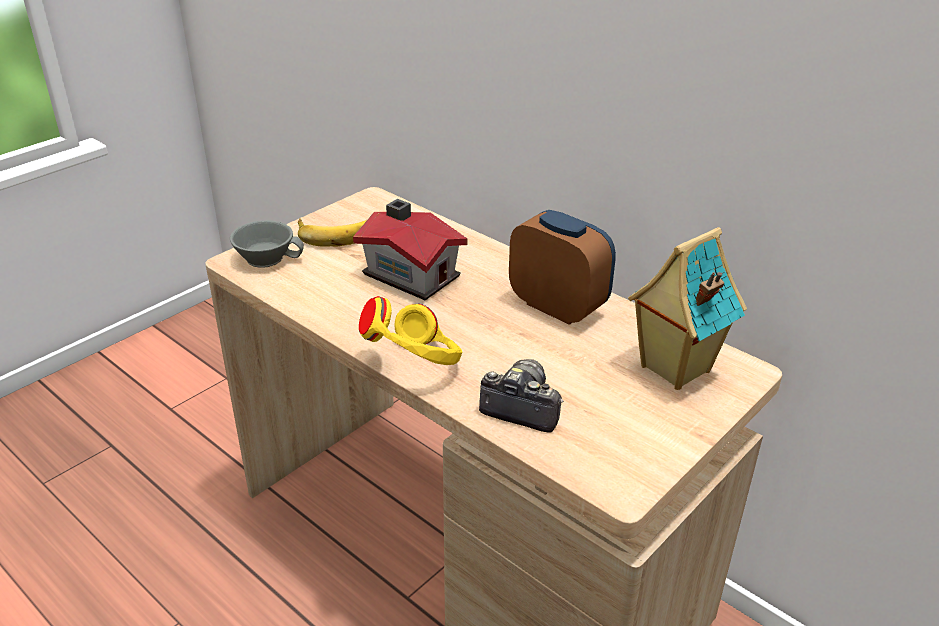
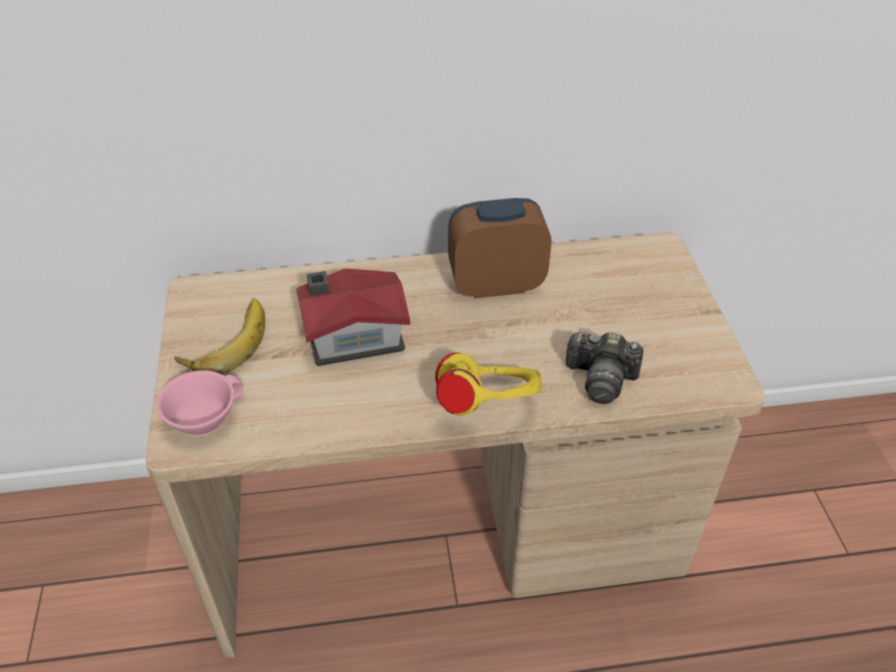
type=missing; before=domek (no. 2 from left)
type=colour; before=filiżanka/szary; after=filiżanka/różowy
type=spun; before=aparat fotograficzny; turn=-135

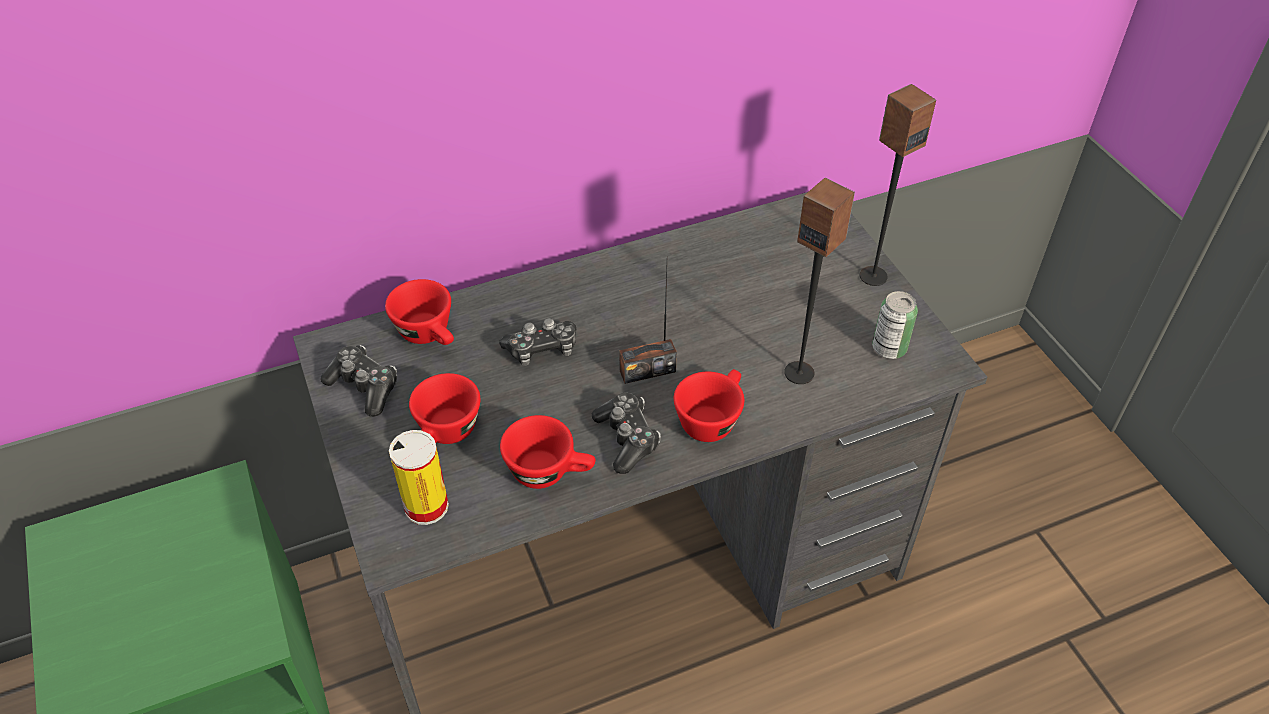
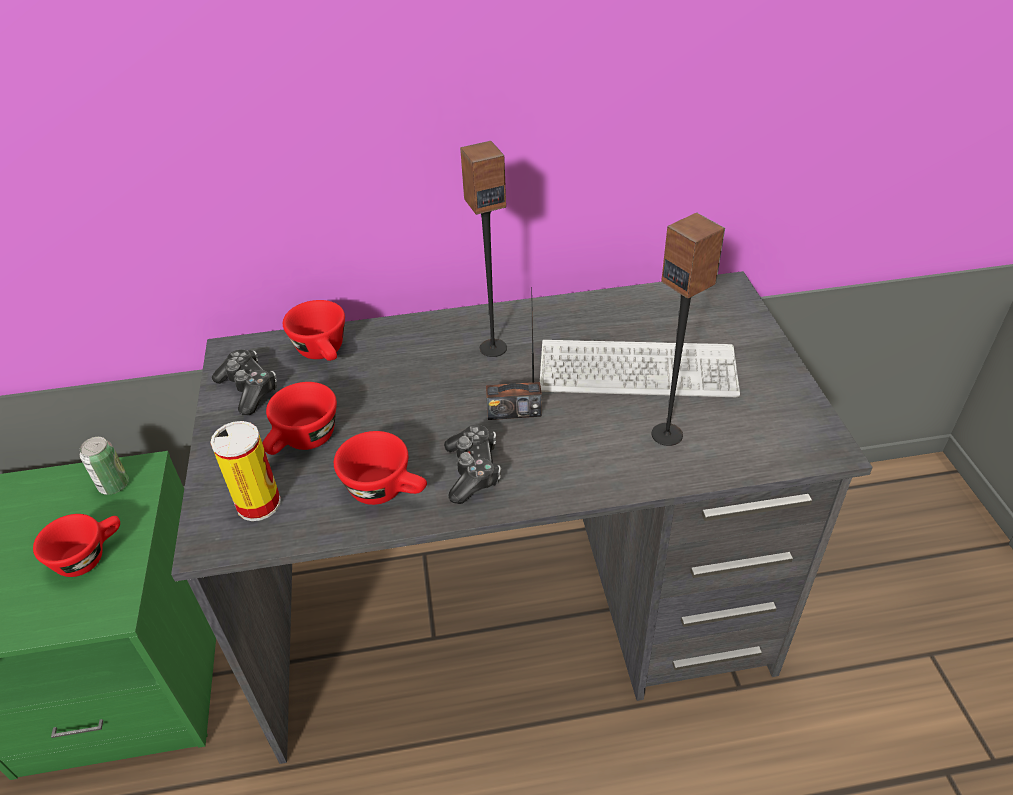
type=missing; before=pad do gier (no. 2 from left)
type=appeared; after=klawiatura
type=relocated; before=filiżanka/czerwony (no. 4 from left in the first image); after=filiżanka/czerwony (no. 1 from left)
type=relocated; before=głośnik (no. 2 from left in the first image); after=głośnik (no. 1 from left)
type=relocated; before=puszka (no. 2 from left in the first image); after=puszka (no. 1 from left)

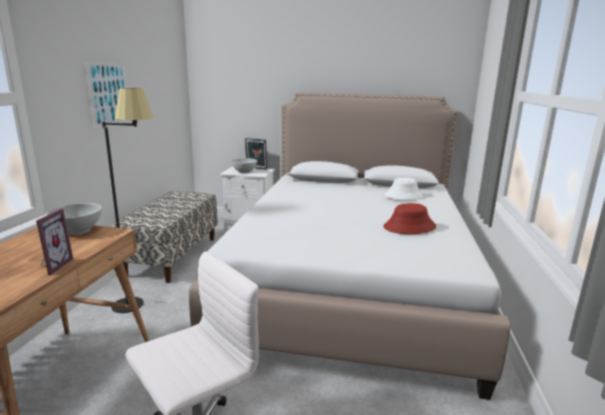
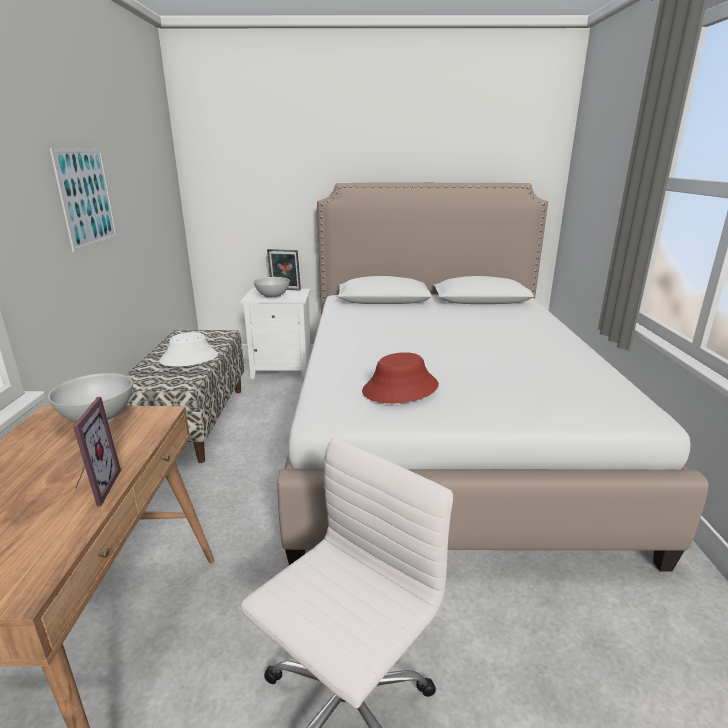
type=missing; before=lampa stojąca/czarny
type=relocated; before=kapelusz/czerwony
type=relocated; before=kapelusz/biały

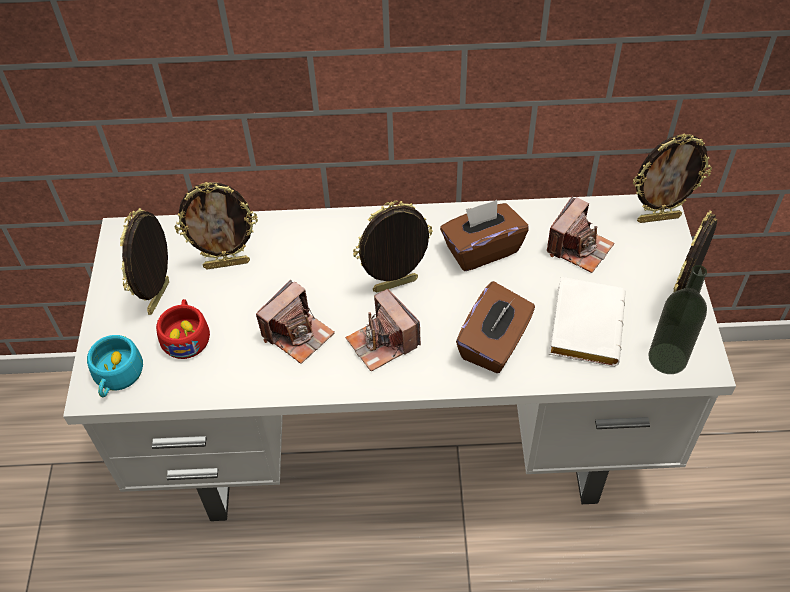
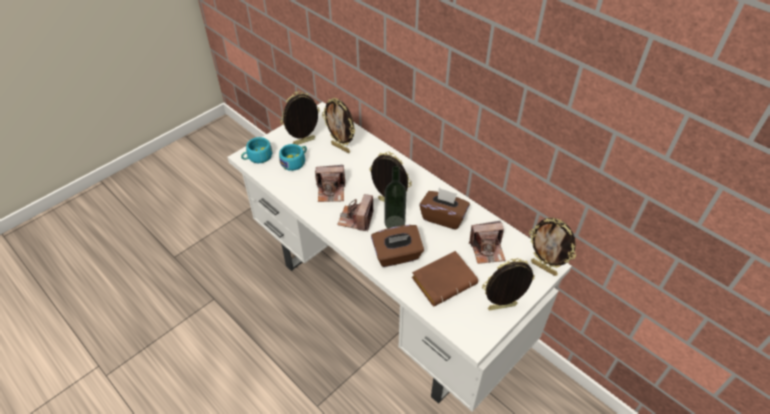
type=relocated; before=butelka
type=colour; before=filiżanka/czerwony; after=filiżanka/turkusowy (no. 2 from left)
type=colour; before=książka/biały; after=książka/brązowy

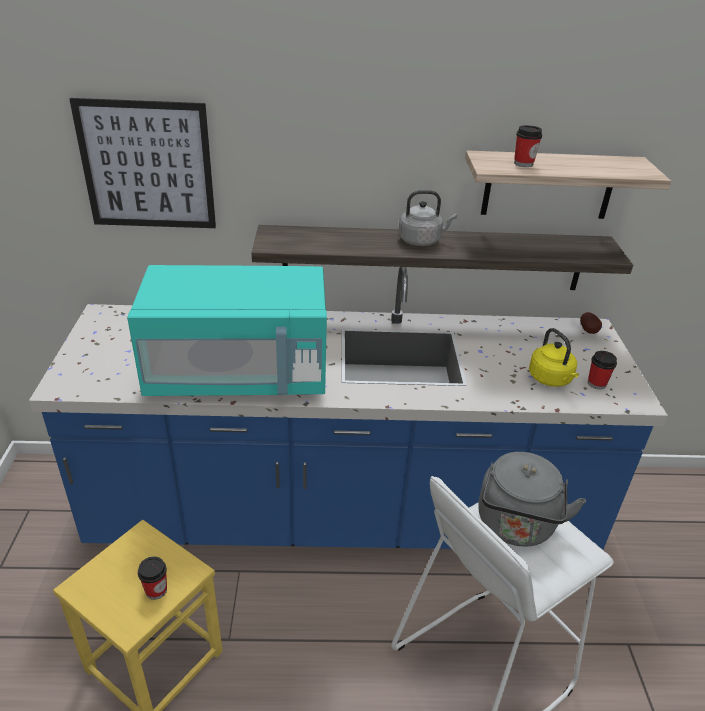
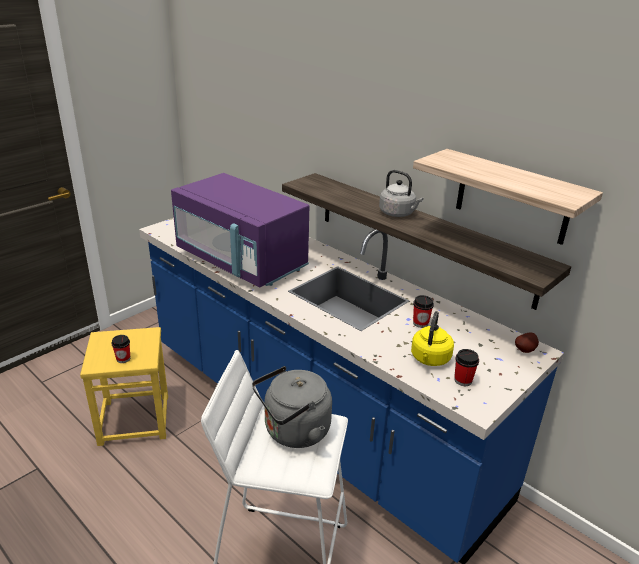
type=missing; before=obraz
type=relocated; before=filiżanka (no. 2 from left)
type=colour; before=mikrofalówka/turkusowy; after=mikrofalówka/fioletowy

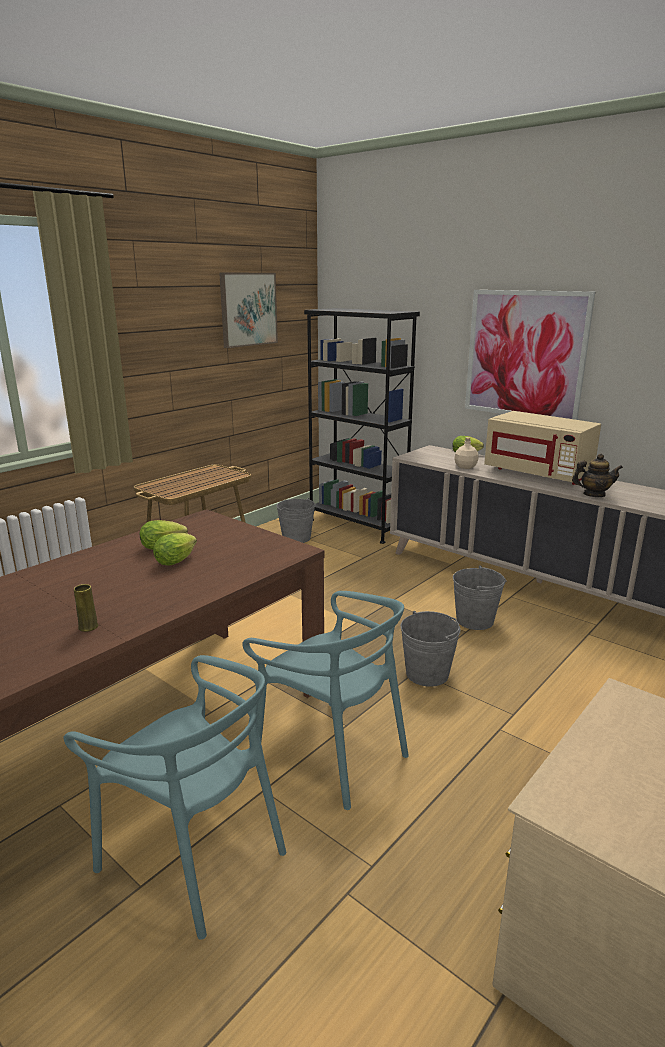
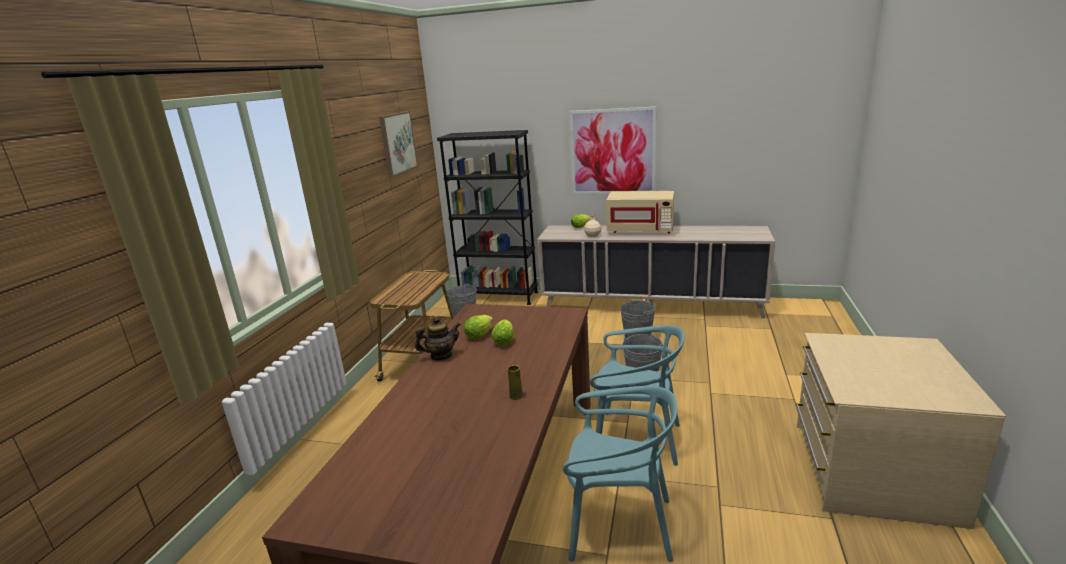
type=relocated; before=imbryk

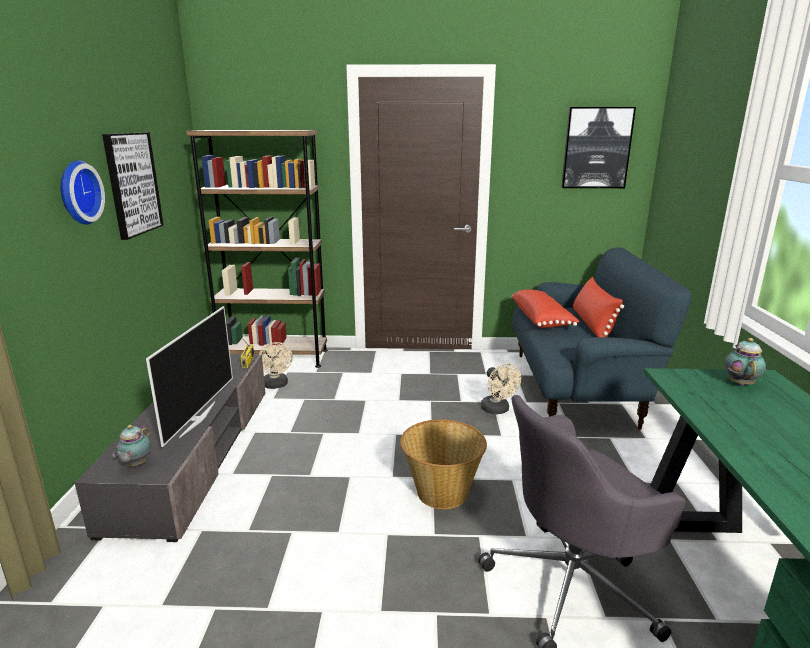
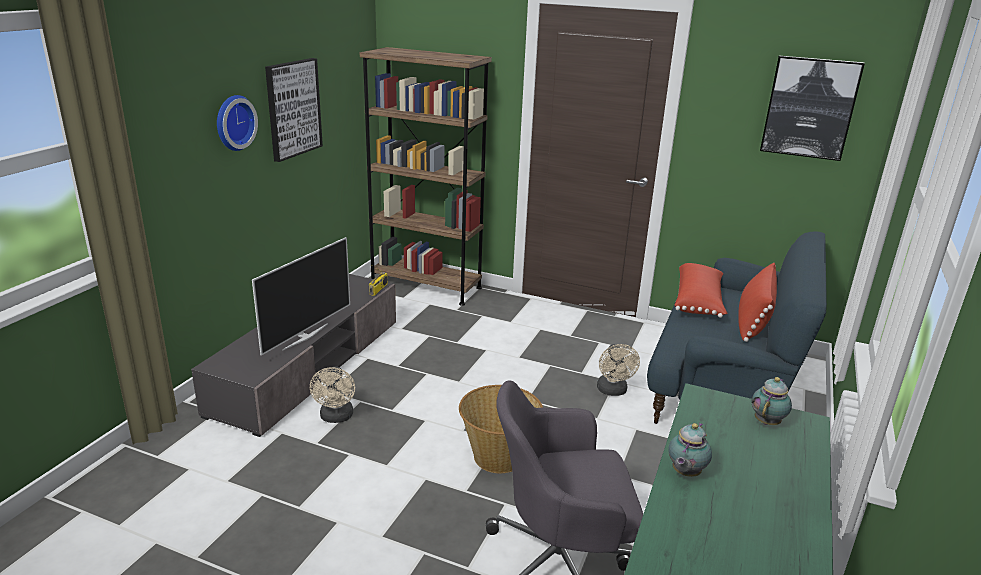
type=relocated; before=imbryk (no. 1 from left)
type=relocated; before=wentylator/beżowy (no. 1 from left)

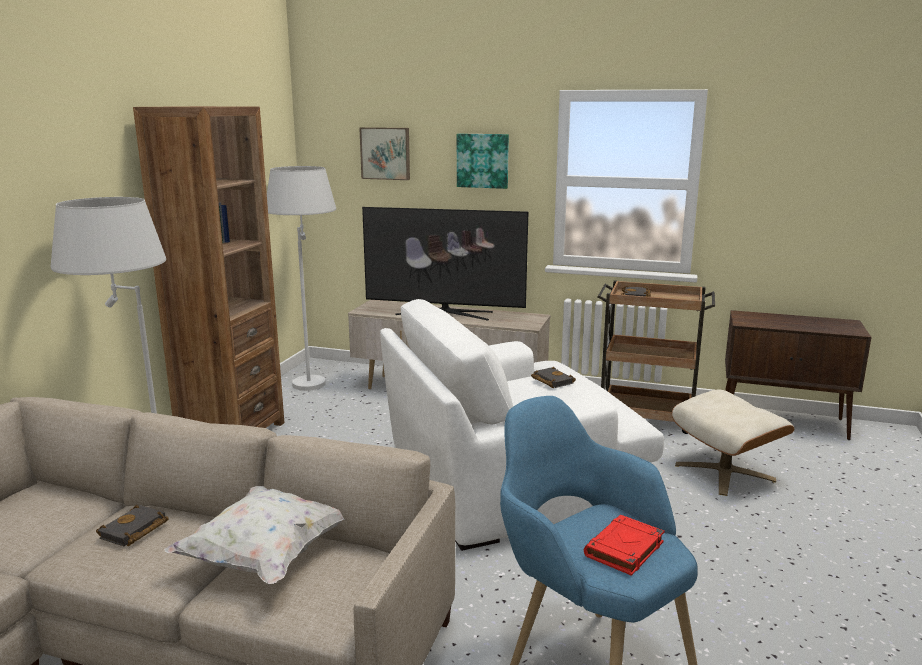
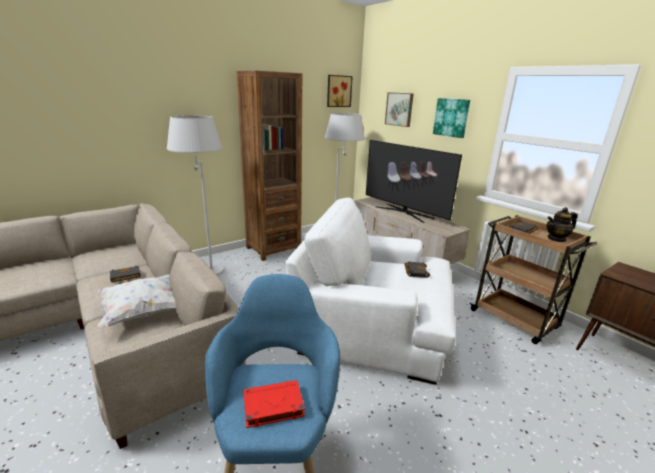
type=missing; before=pufa/beżowy
type=appeared; after=obraz (no. 1 from left)
type=appeared; after=imbryk

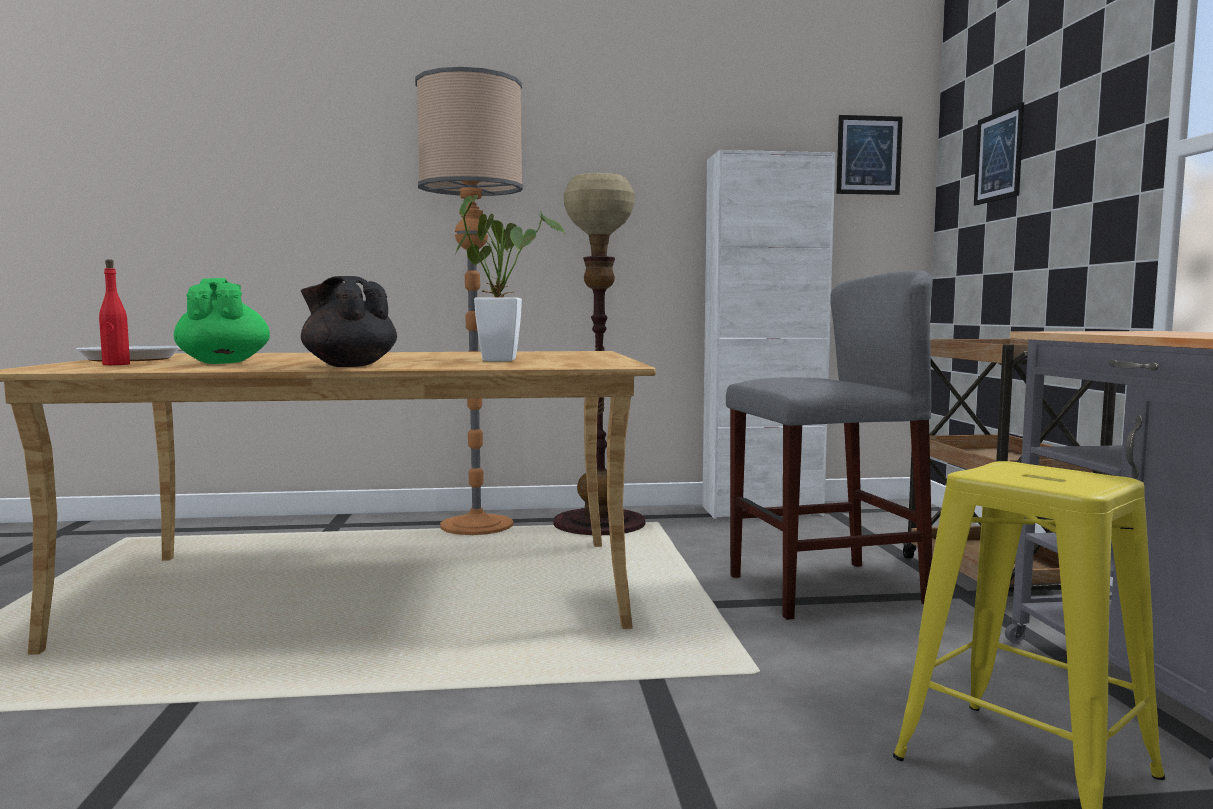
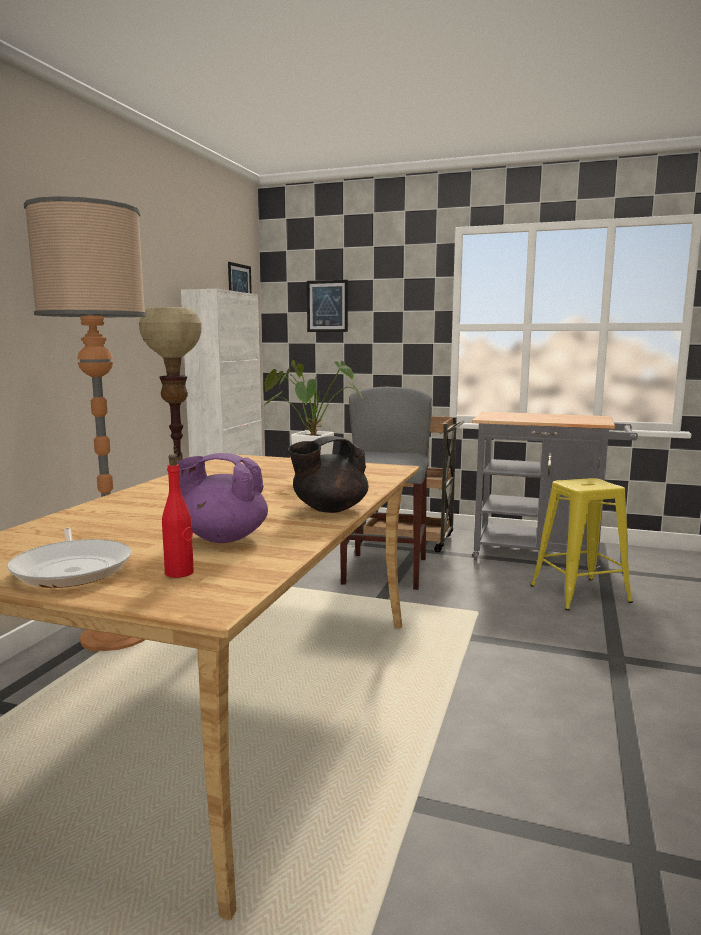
type=colour; before=imbryk/zielony; after=imbryk/fioletowy

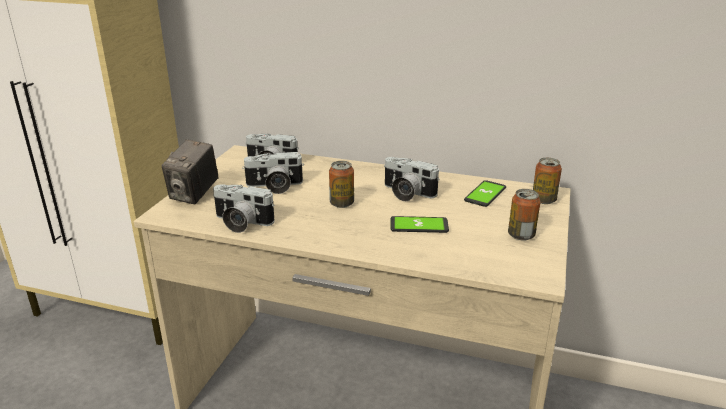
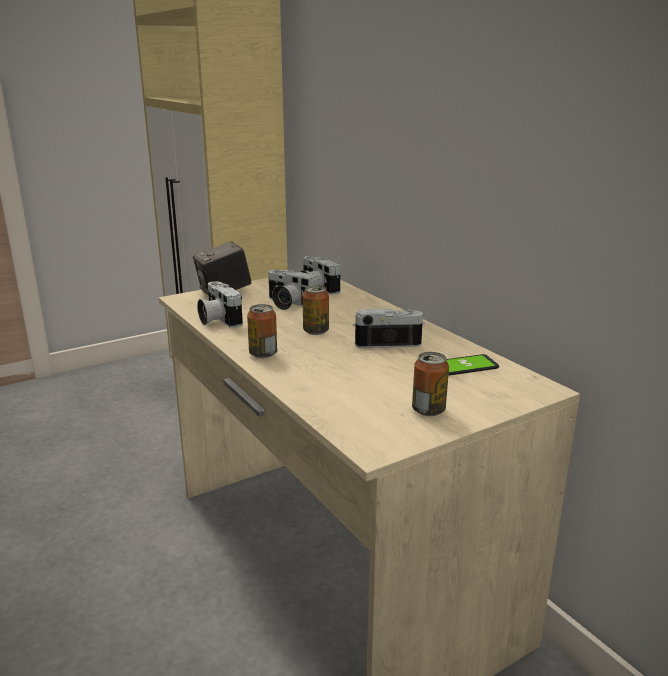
type=missing; before=telefon (no. 1 from left)
type=relocated; before=puszka (no. 3 from left in the first image); after=puszka (no. 1 from left)
type=spun; before=aparat fotograficzny (no. 5 from left); turn=105

